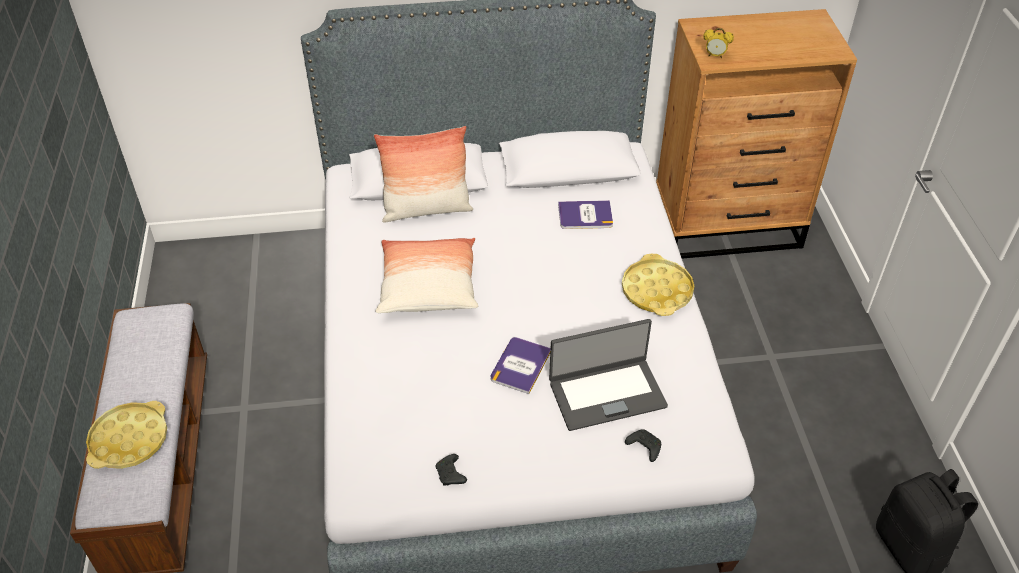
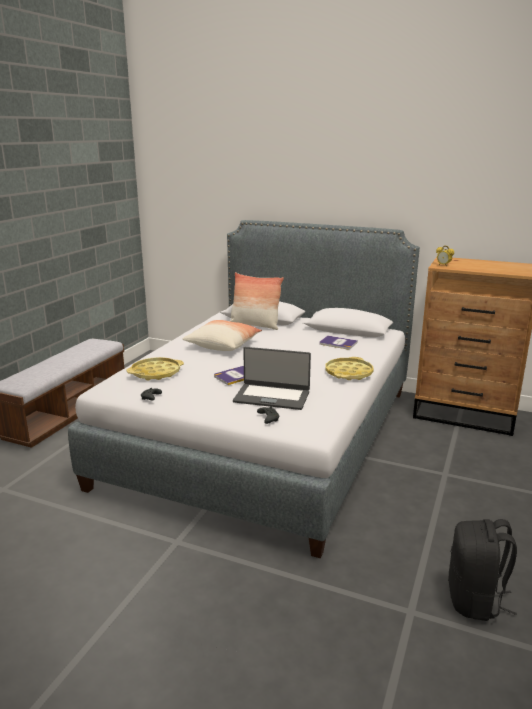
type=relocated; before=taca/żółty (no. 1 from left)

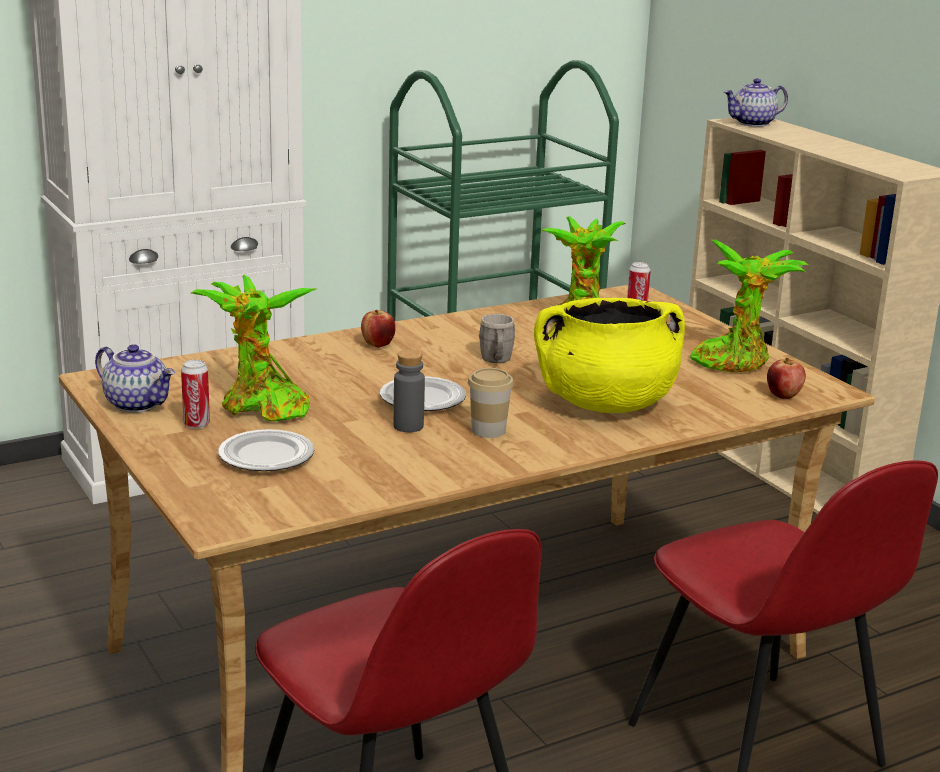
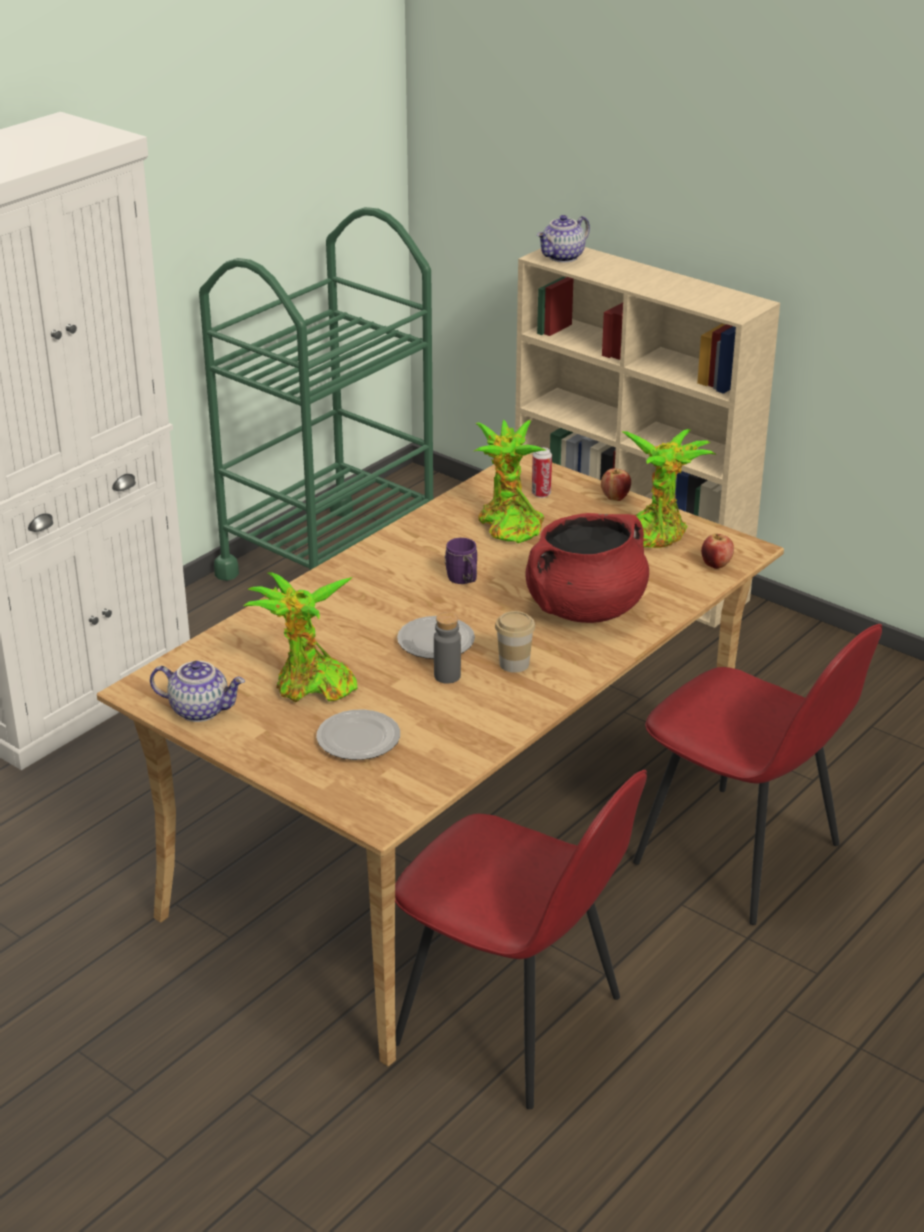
type=missing; before=puszka (no. 1 from left)
type=relocated; before=jabłko (no. 1 from left)
type=colour; before=kubek/szary; after=kubek/fioletowy
type=colour; before=garnek/żółty; after=garnek/czerwony

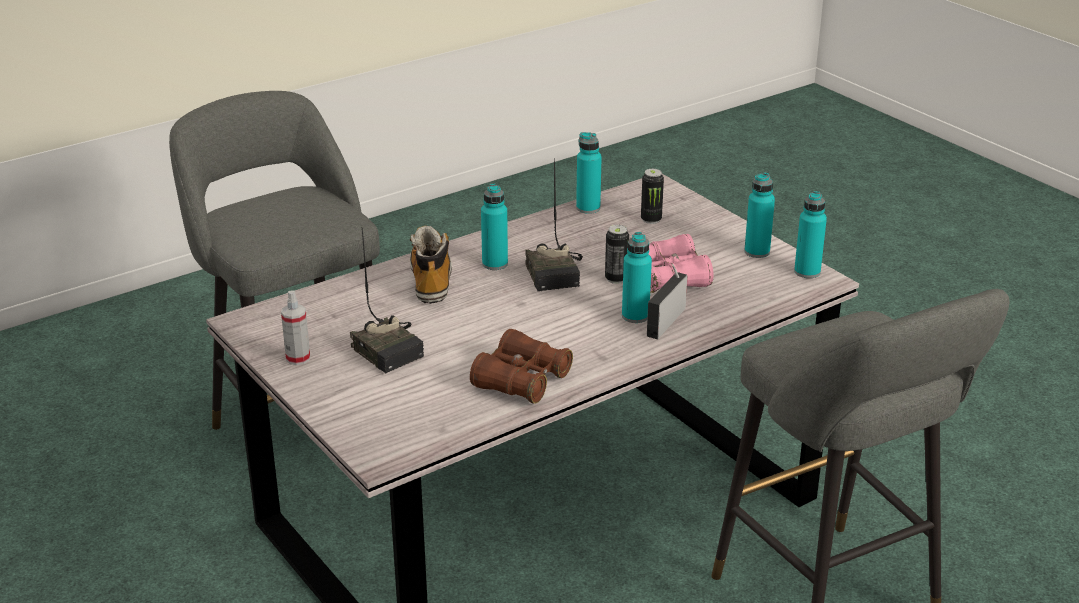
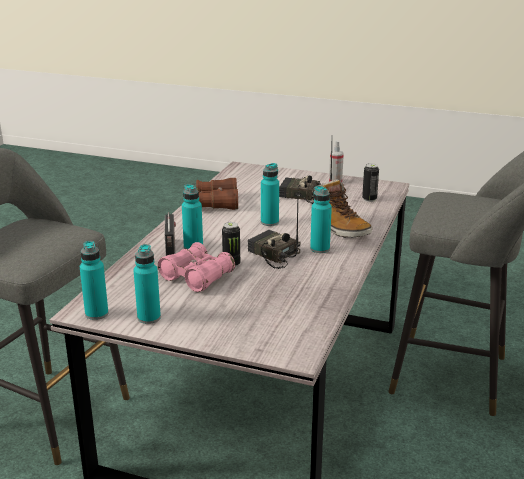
type=relocated; before=butelka/turkusowy (no. 2 from left in the first image); after=butelka/turkusowy (no. 4 from left)
type=relocated; before=puszka (no. 2 from left)

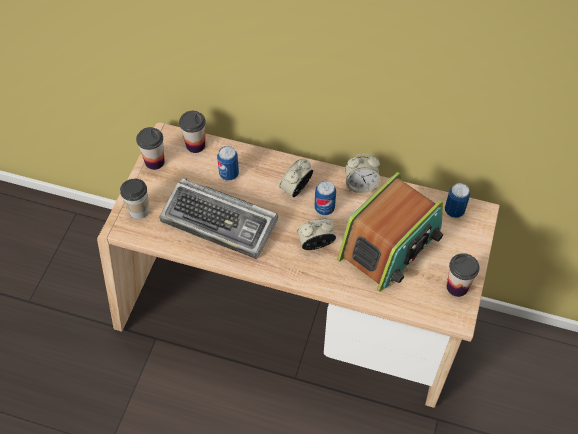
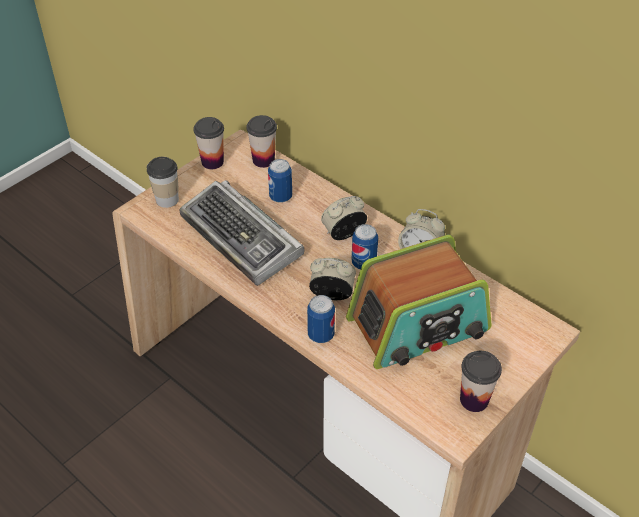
type=relocated; before=puszka (no. 3 from left in the first image); after=puszka (no. 2 from left)

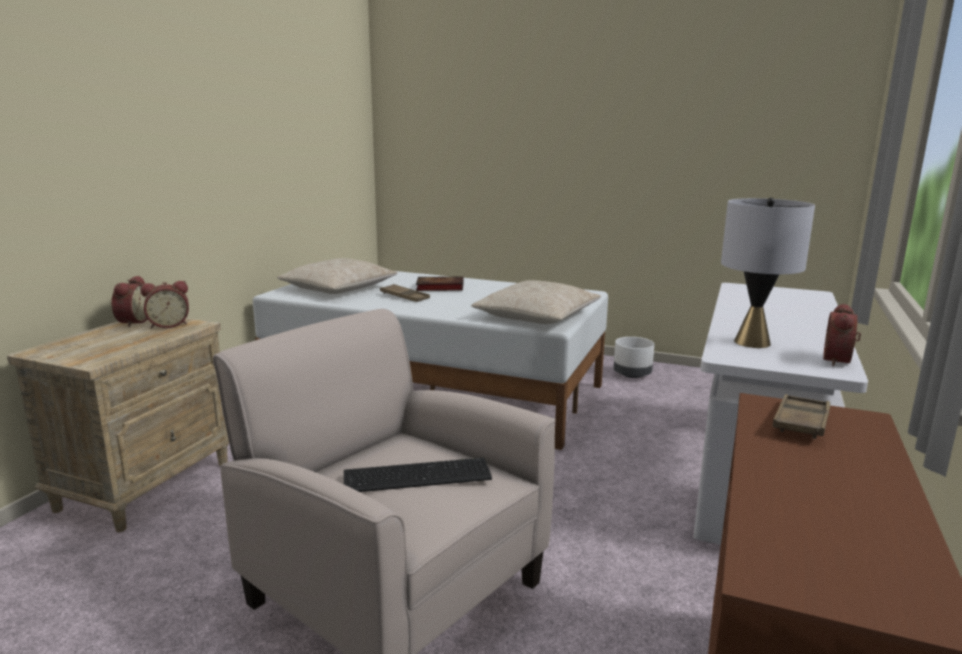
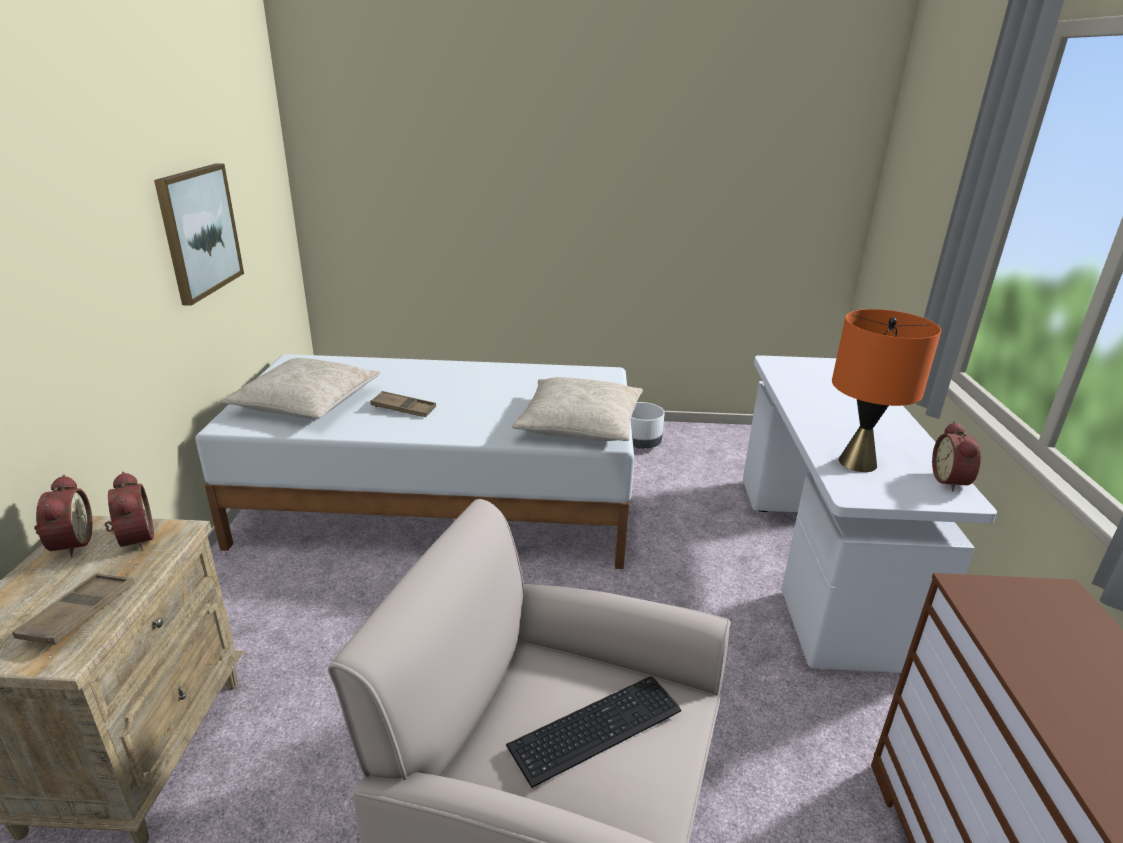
type=missing; before=książka
type=appeared; after=obraz
type=relocated; before=taca/brązowy (no. 2 from left in the first image); after=taca/brązowy (no. 1 from left)
type=colour; before=lampa stołowa/szary; after=lampa stołowa/pomarańczowy
type=spun; before=budzik (no. 2 from left); turn=-75

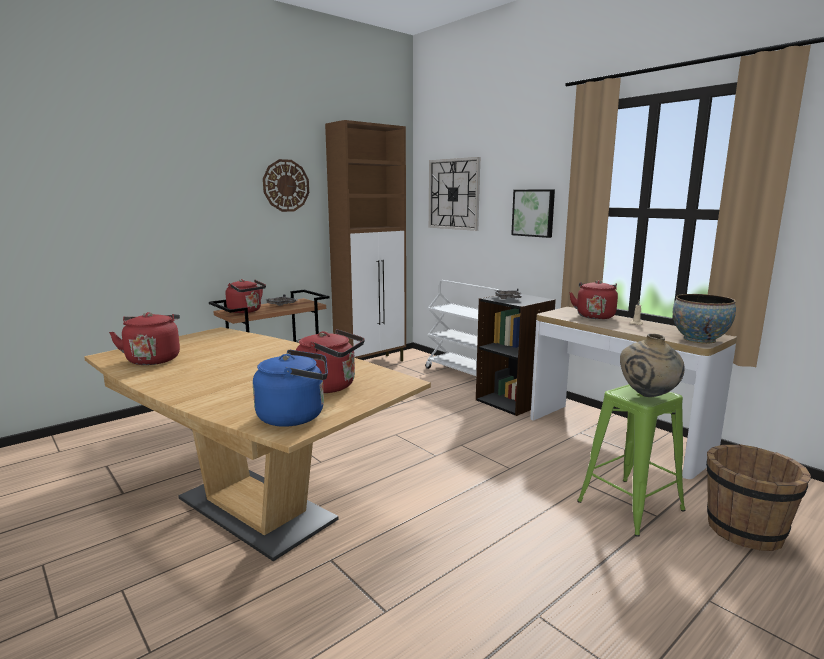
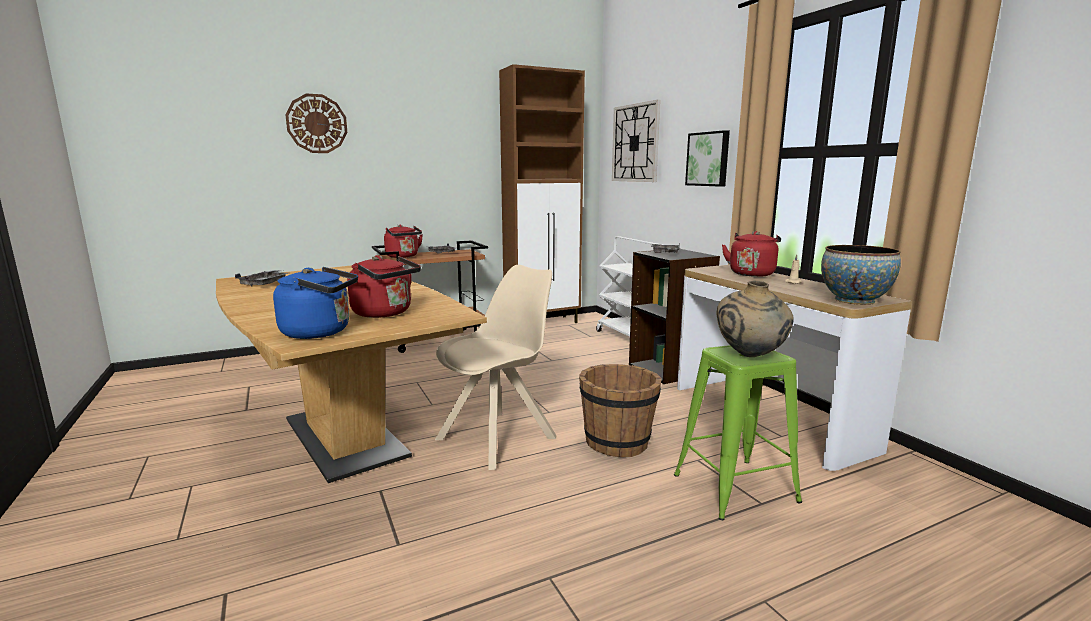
type=appeared; after=krzesło/beżowy
type=relocated; before=zegar ścienny (no. 1 from left)
type=relocated; before=wiadro/brązowy
type=exchanged; before=czajnik/czerwony (no. 1 from left); after=taca/szary (no. 1 from left)

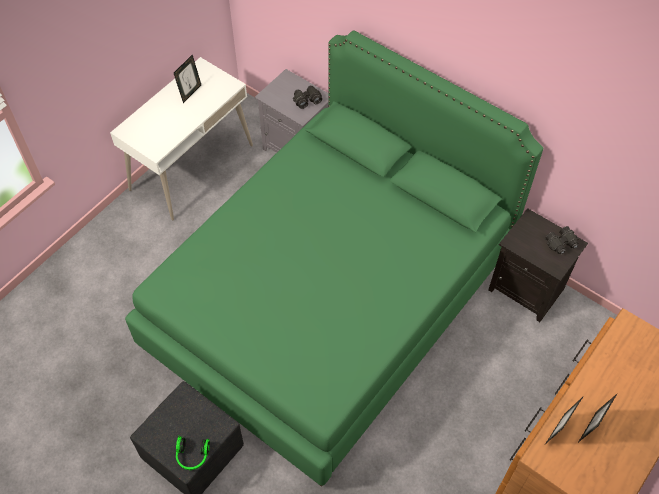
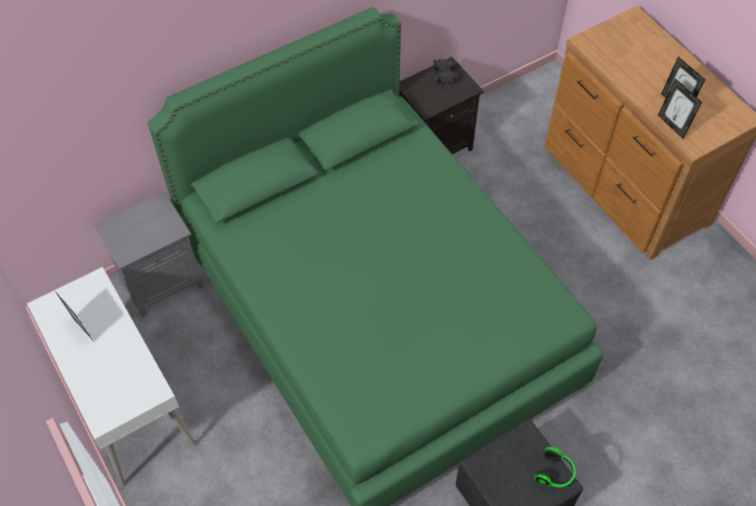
type=missing; before=lornetka/czarny (no. 1 from left)

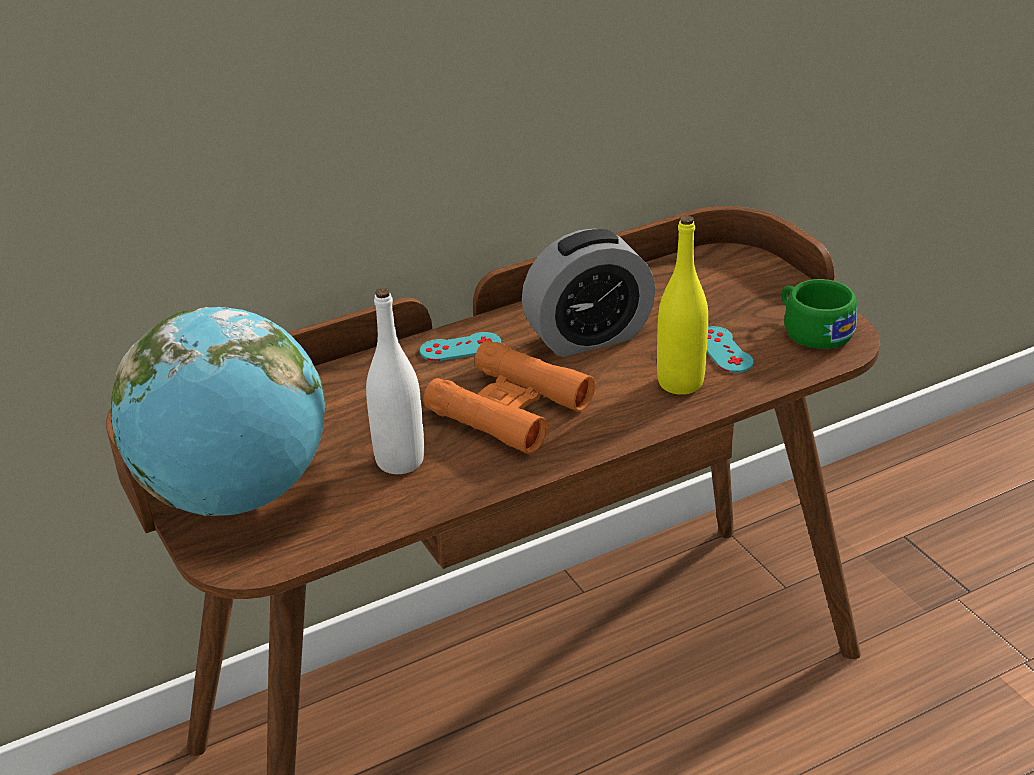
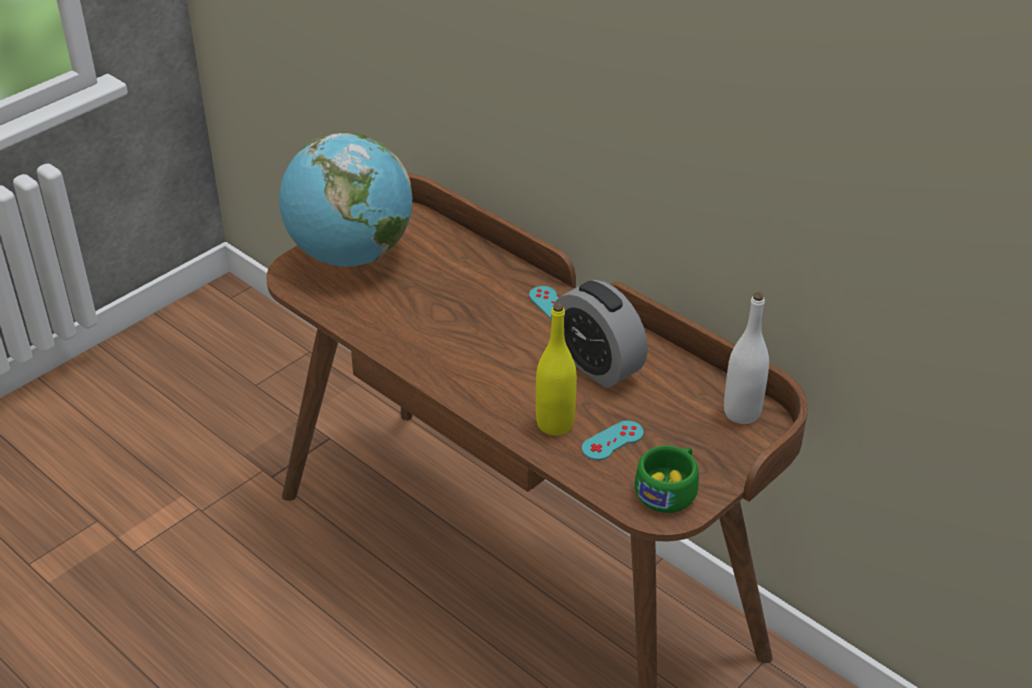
type=missing; before=lornetka/pomarańczowy
type=relocated; before=butelka/biały

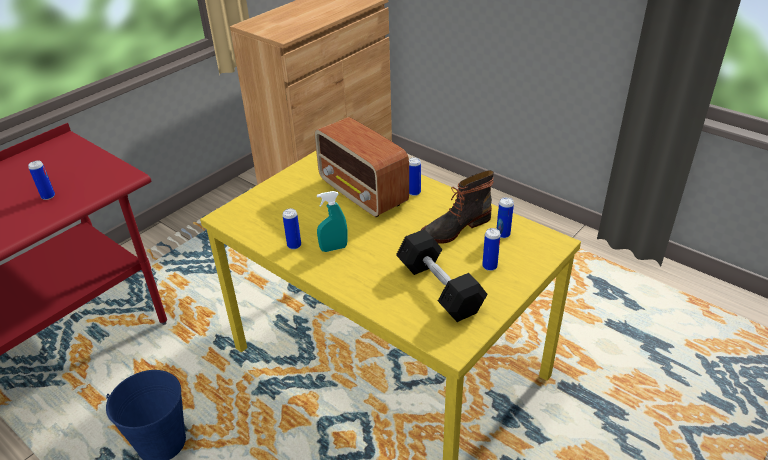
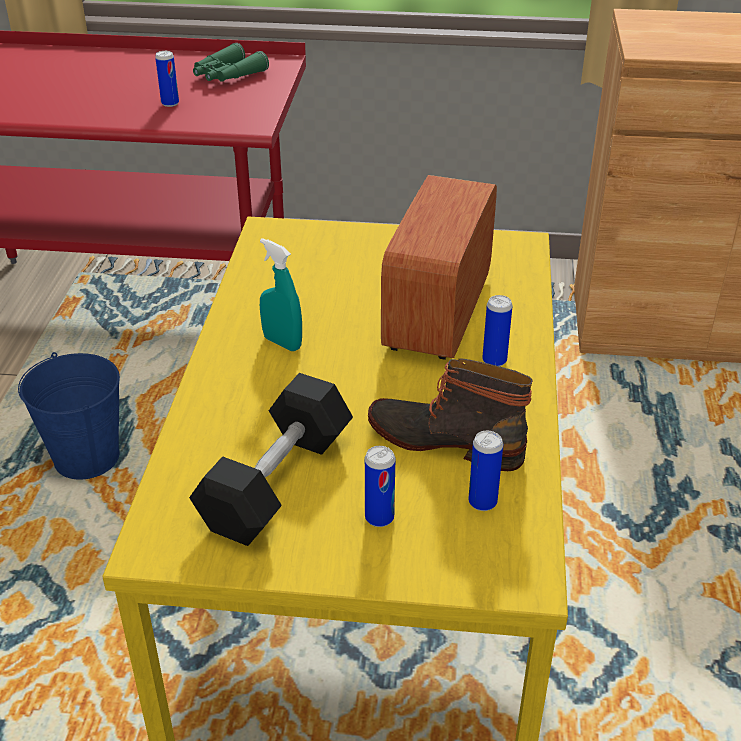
type=missing; before=puszka (no. 2 from left)
type=appeared; after=lornetka/zielony

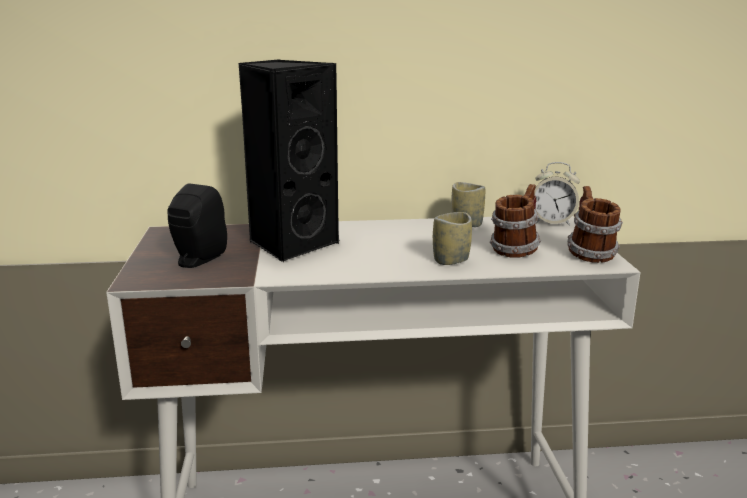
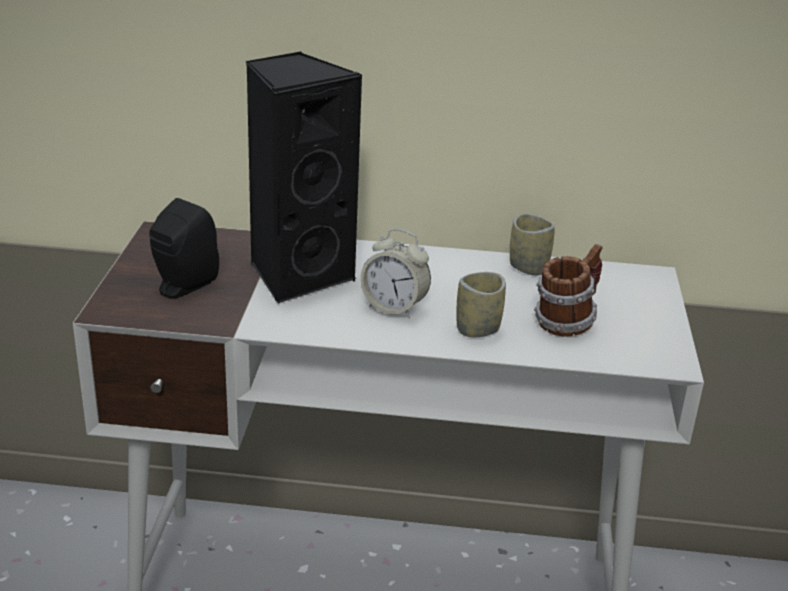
type=missing; before=kubek (no. 2 from left)
type=relocated; before=budzik

